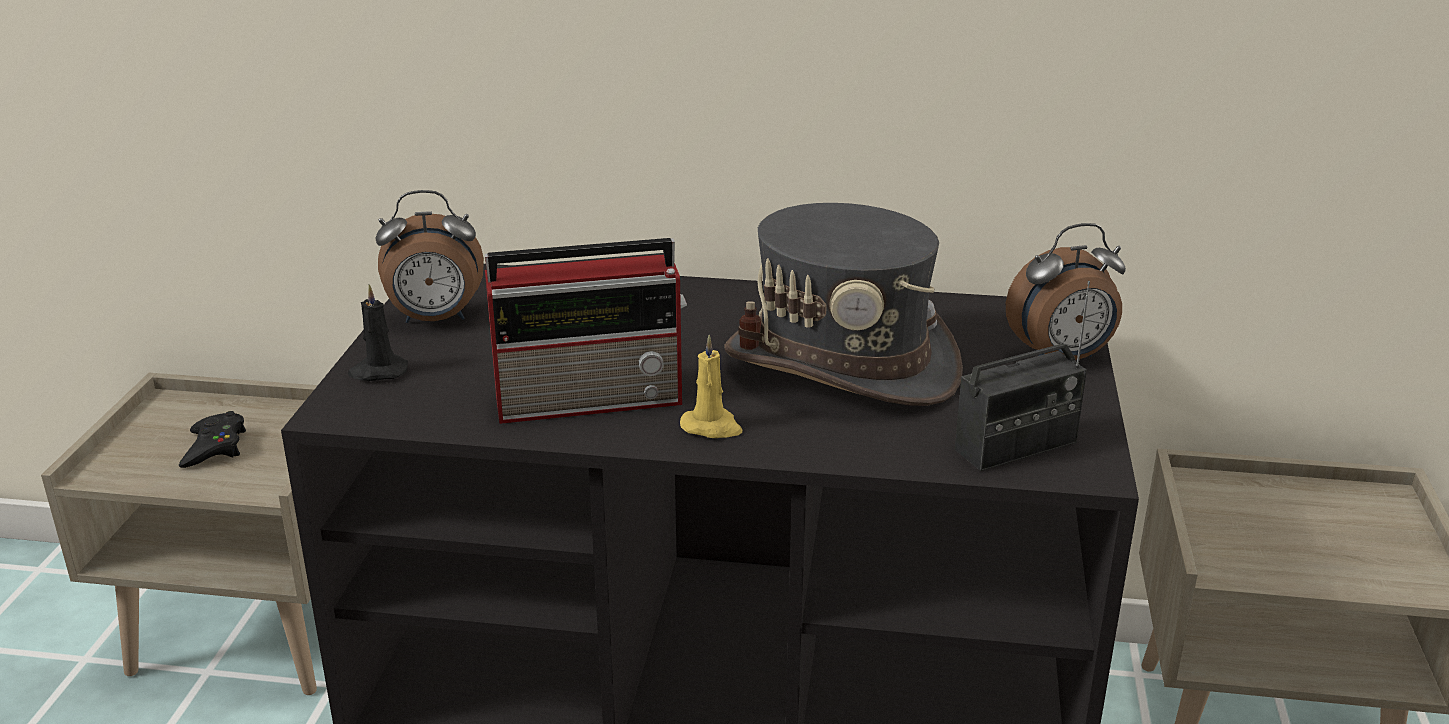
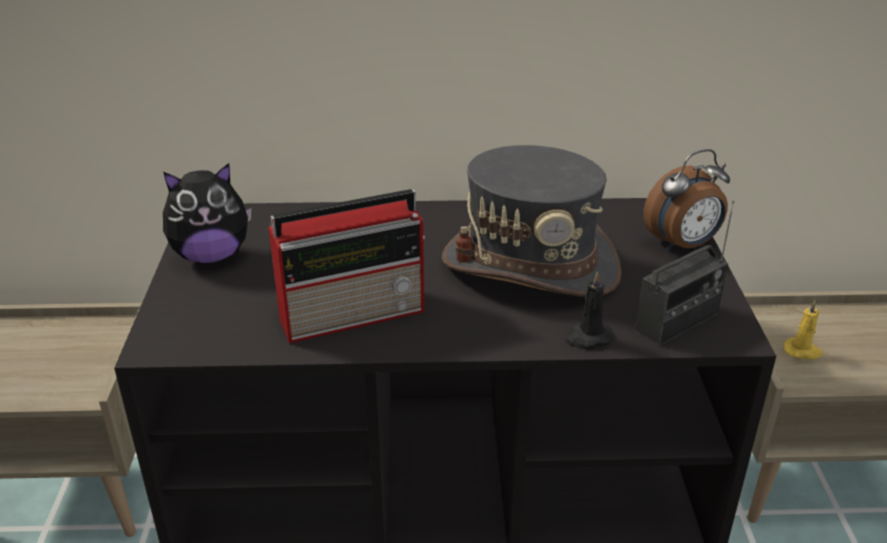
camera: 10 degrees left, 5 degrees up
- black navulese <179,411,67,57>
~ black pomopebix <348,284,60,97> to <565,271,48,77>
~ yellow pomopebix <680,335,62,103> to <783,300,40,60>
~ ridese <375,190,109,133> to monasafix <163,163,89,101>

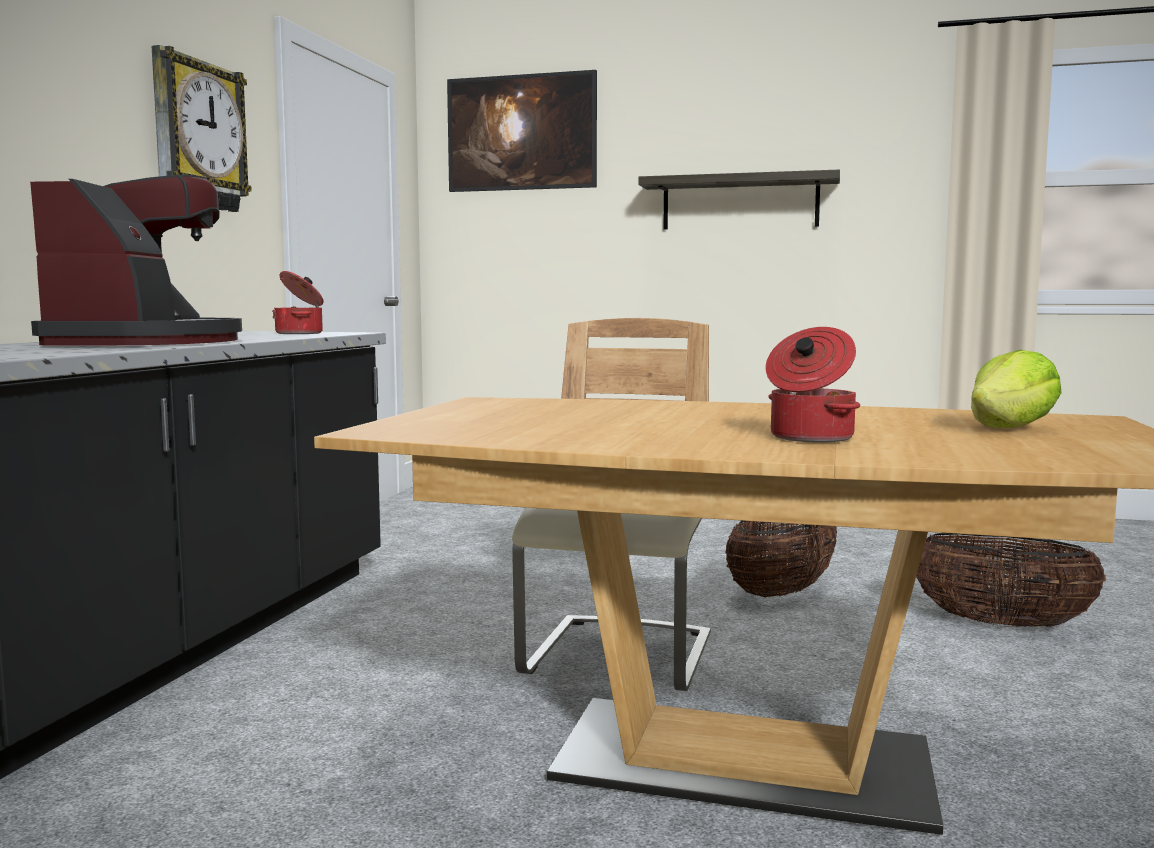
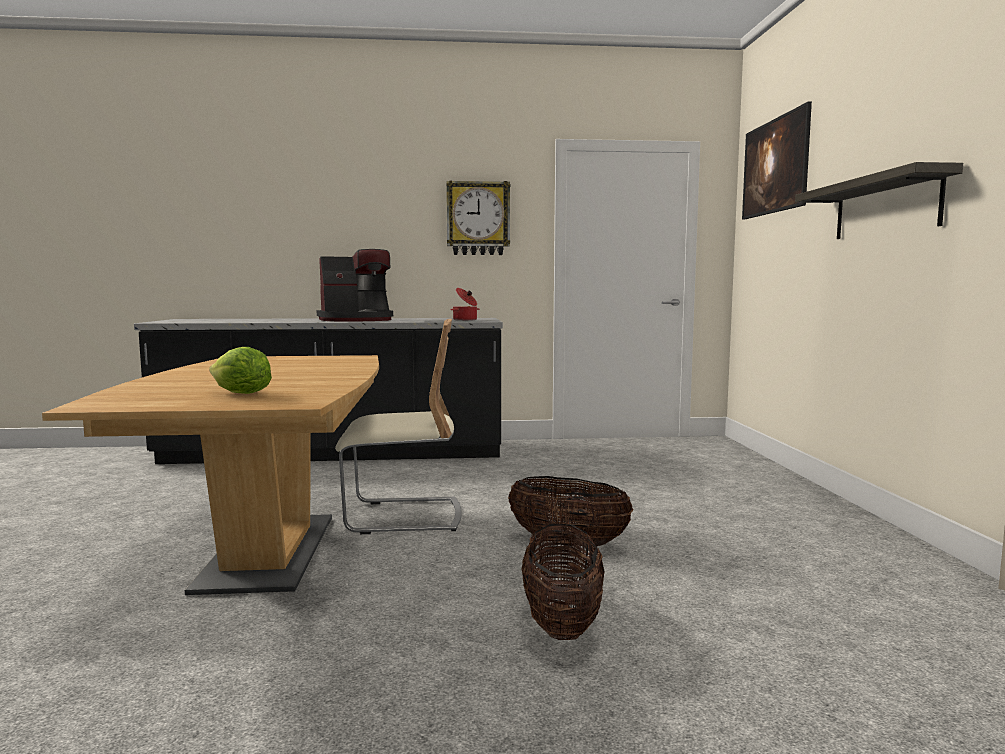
camera: 70 degrees right, 0 degrees up
- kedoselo <766,327,94,116>

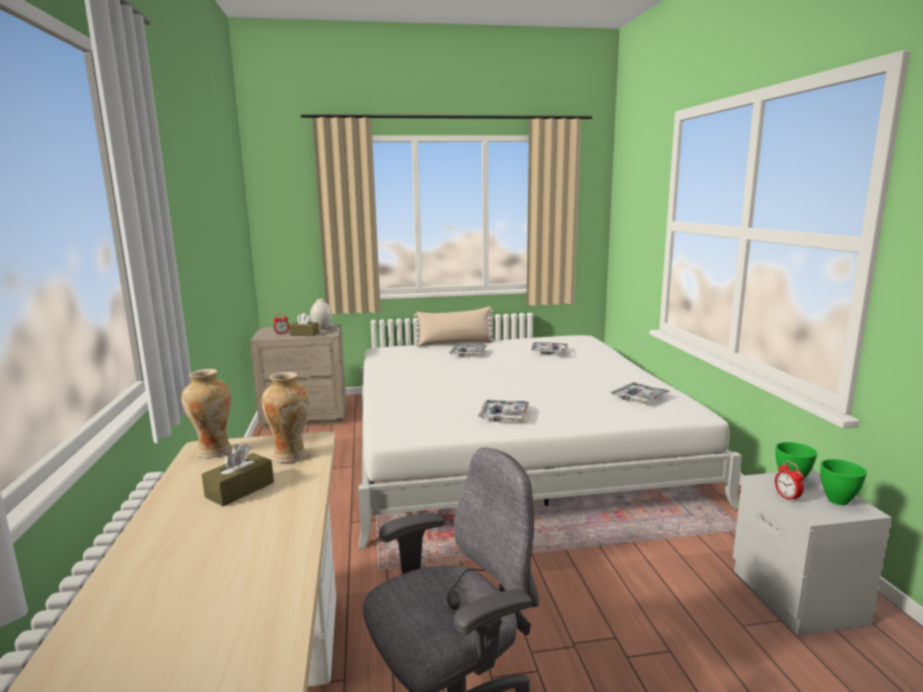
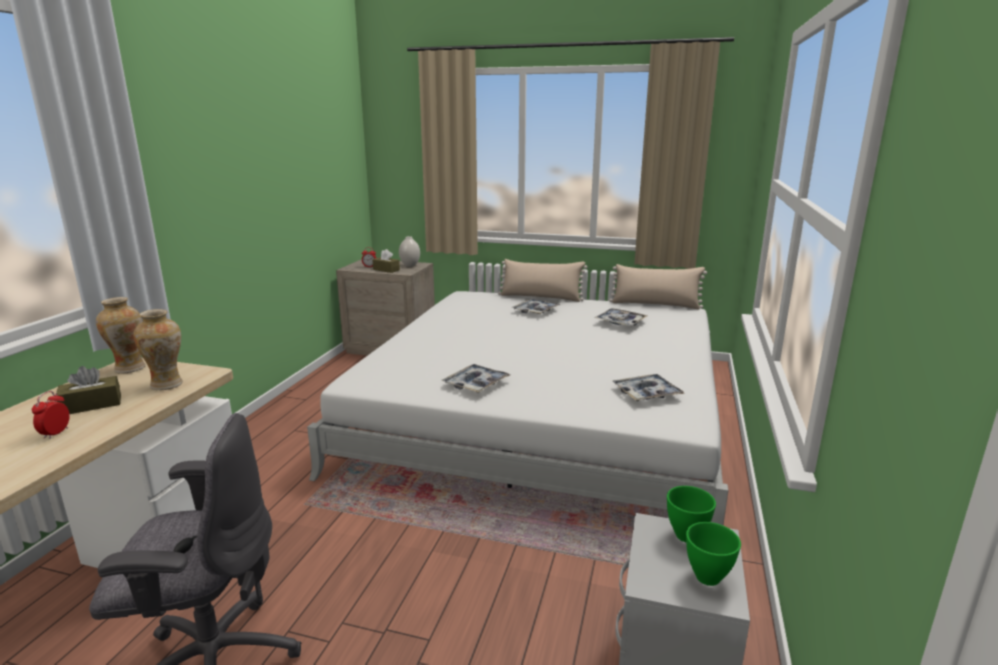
camera: 25 degrees right, 5 degrees up
+ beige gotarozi <609,264,98,45>
~ ridese <775,461,29,41> to <32,391,38,48>

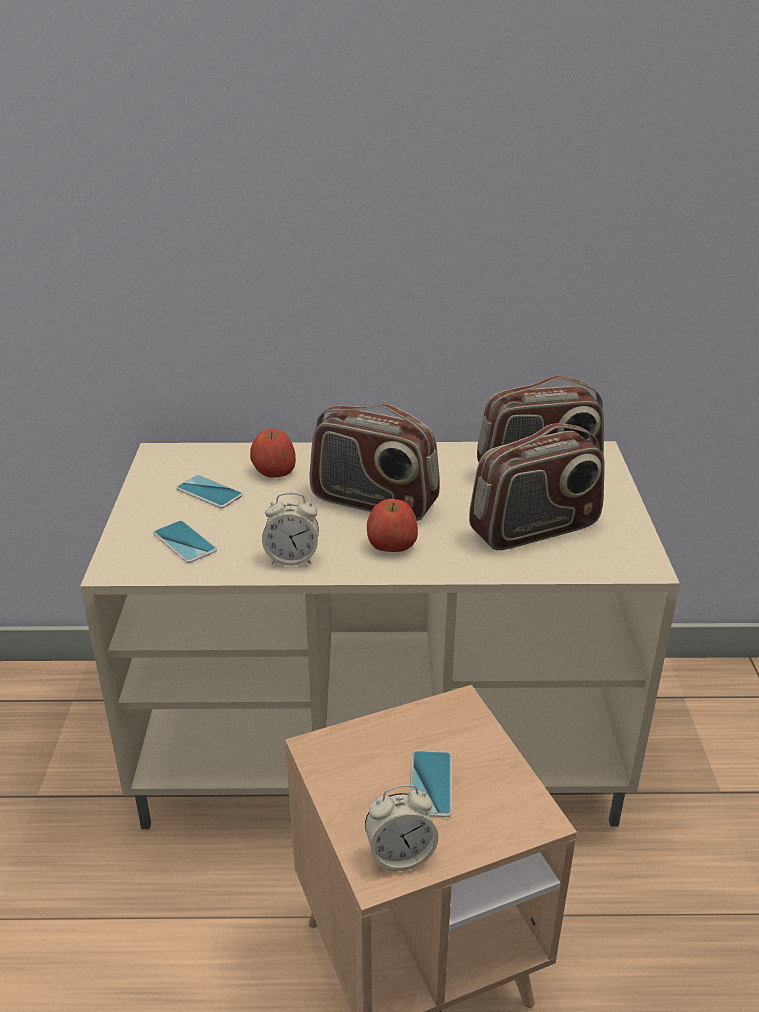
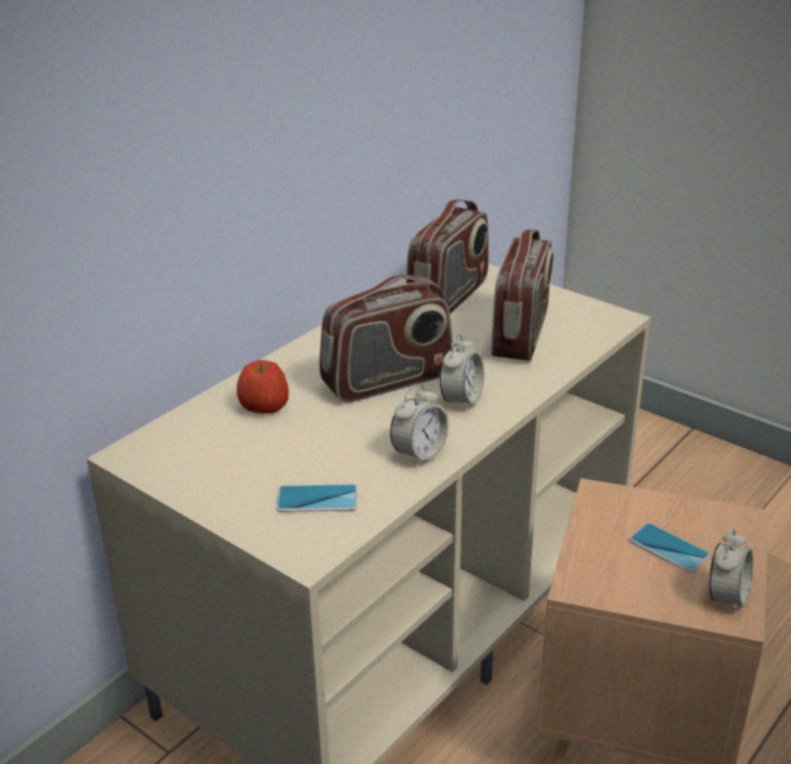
camera: 50 degrees left, 0 degrees up
- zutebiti <176,475,67,33>
~ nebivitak <367,499,51,53> to ridese <440,334,44,77>

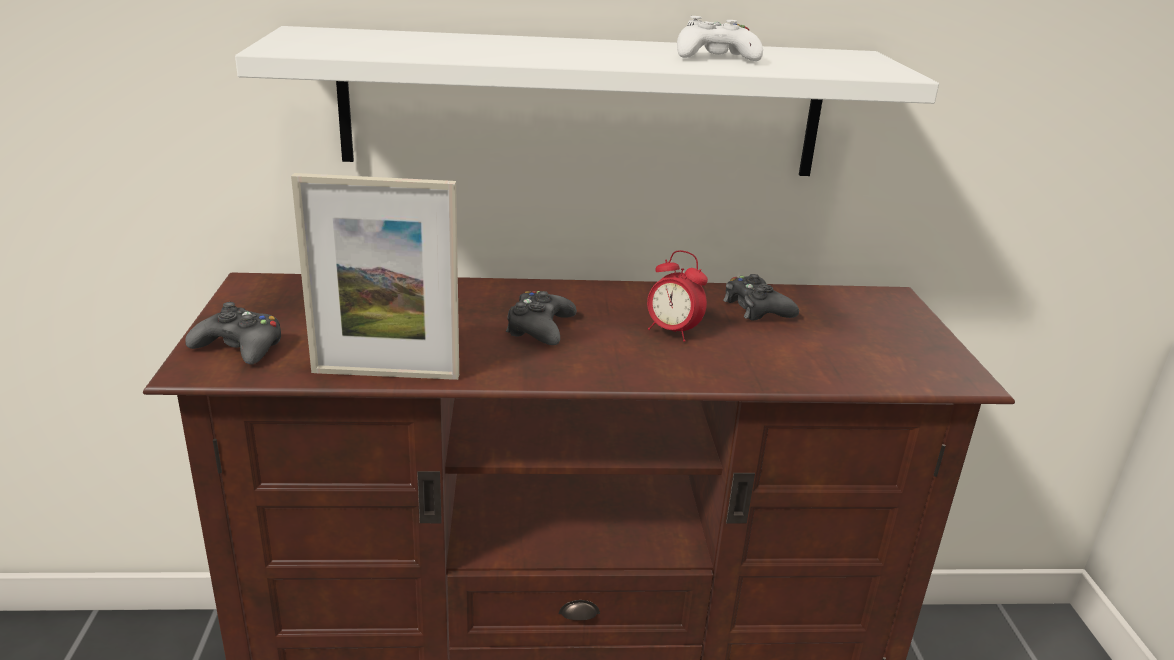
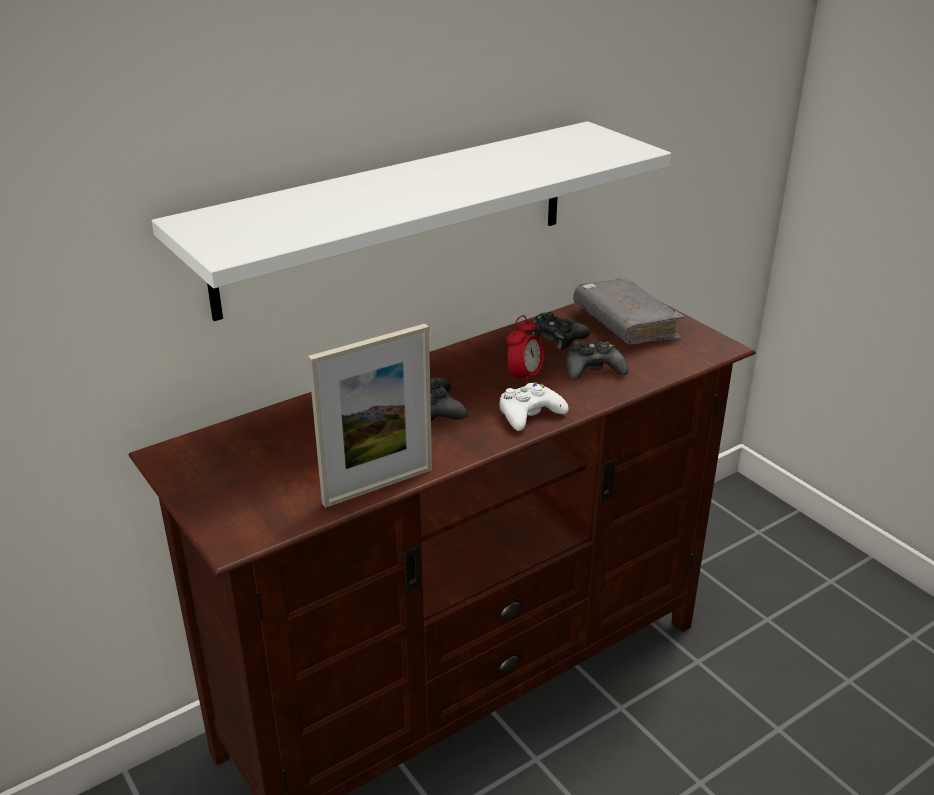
camera: 30 degrees left, 5 degrees up
+ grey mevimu <573,278,111,67>
~ black navulese <185,302,96,63> to <566,341,63,39>
~ white navulese <677,16,86,45> to <500,382,69,49>
~ ridese <647,250,61,92> = <507,315,37,71> 60 degrees counterclockwise

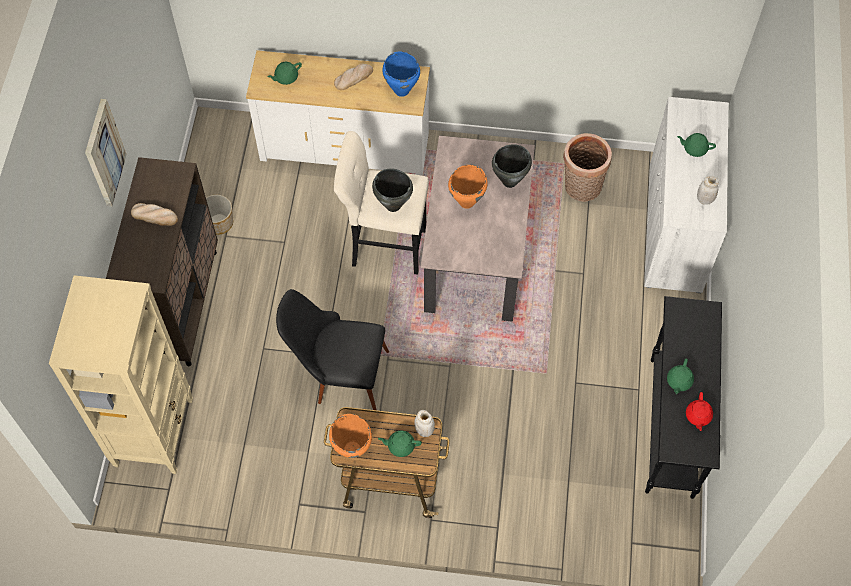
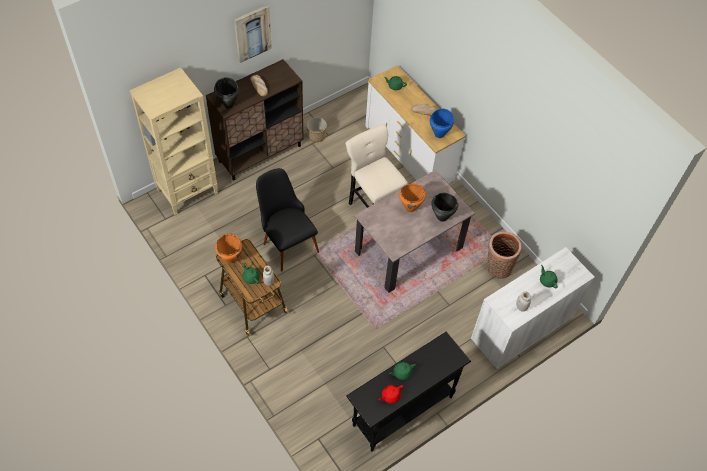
camera: 45 degrees right, 5 degrees down
~ black kedoselo <372,169,41,43> to <214,77,25,31>

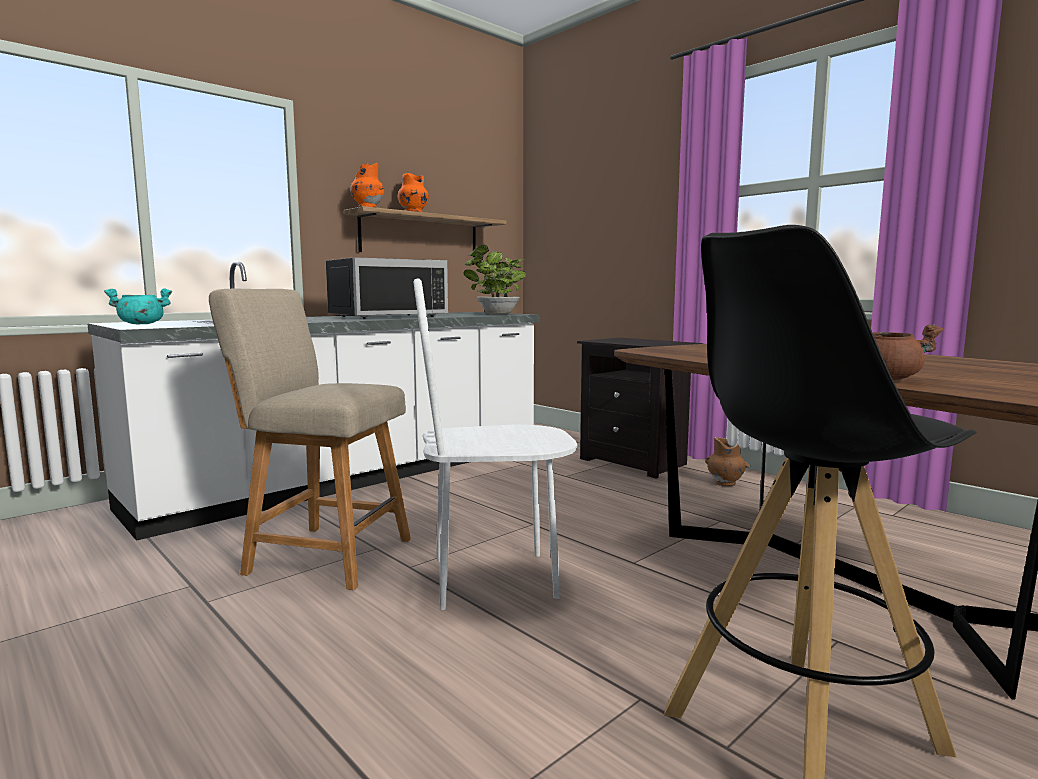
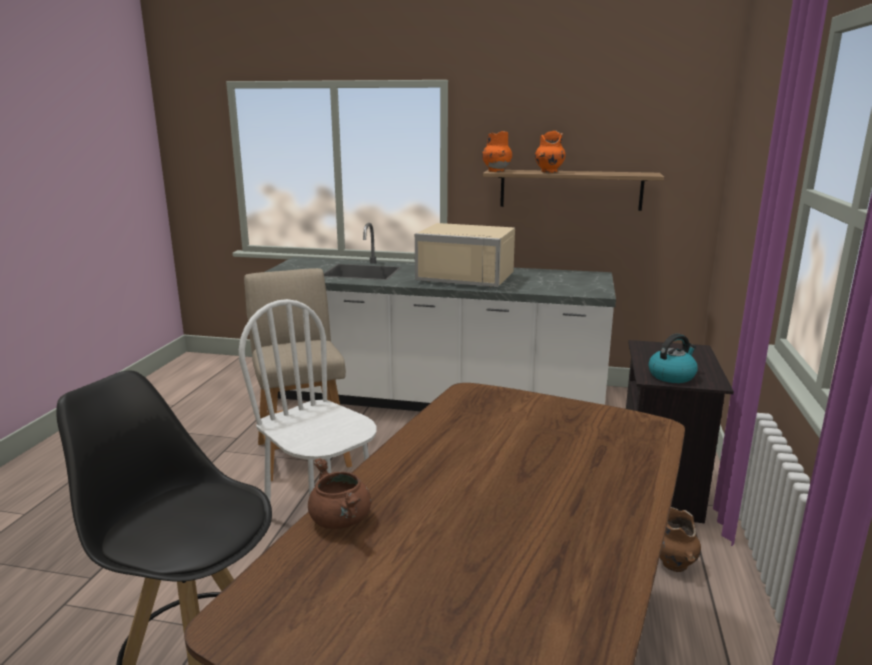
camera: 55 degrees right, 10 degrees up
- turquoise kedoselo <104,288,68,36>
- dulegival <464,245,62,70>
+ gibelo <649,334,49,49>
~ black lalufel <326,257,122,62> to beige lalufel <415,223,100,64>

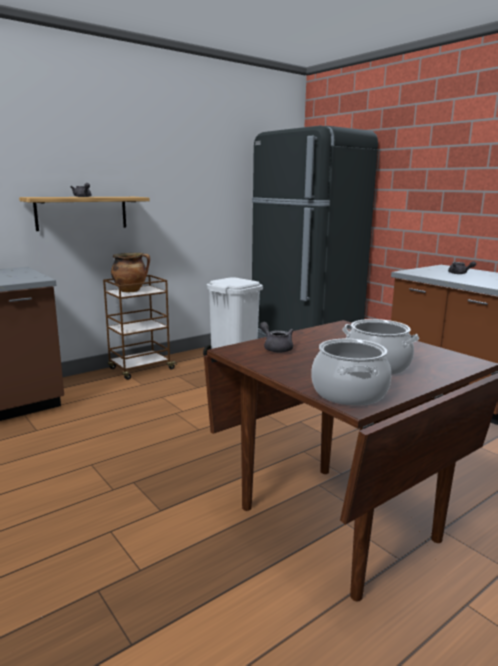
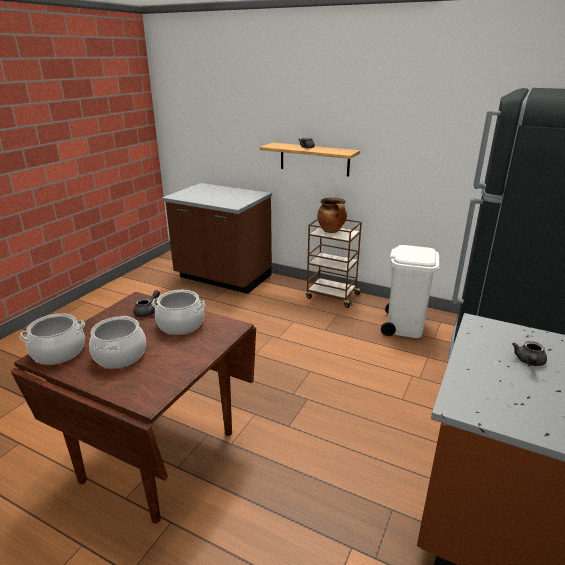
camera: 65 degrees right, 10 degrees up
+ kedoselo <152,290,54,45>

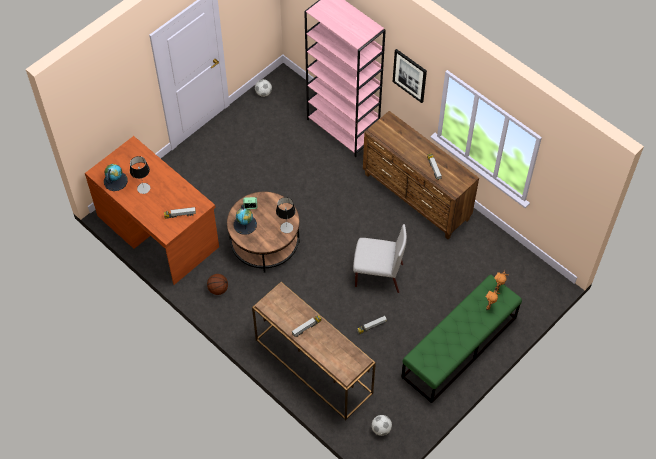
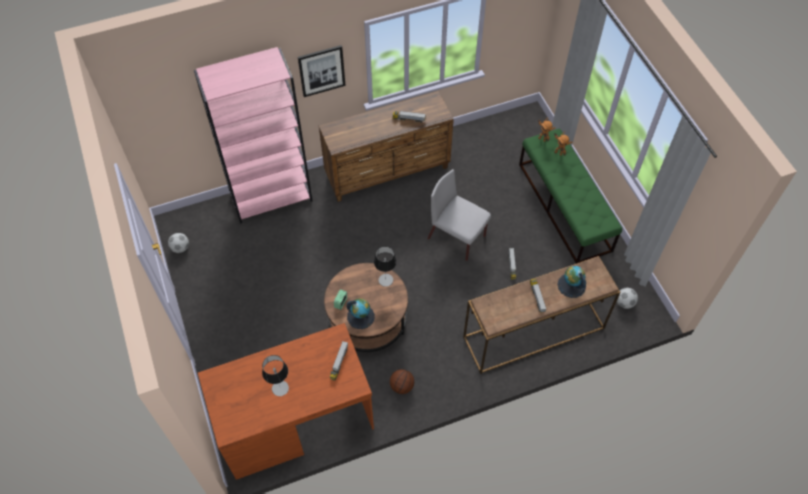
camera: 65 degrees left, 0 degrees up
~ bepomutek <104,164,24,27> to <558,266,28,32>
~ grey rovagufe <353,224,54,69> = <427,169,64,92> 90 degrees counterclockwise

